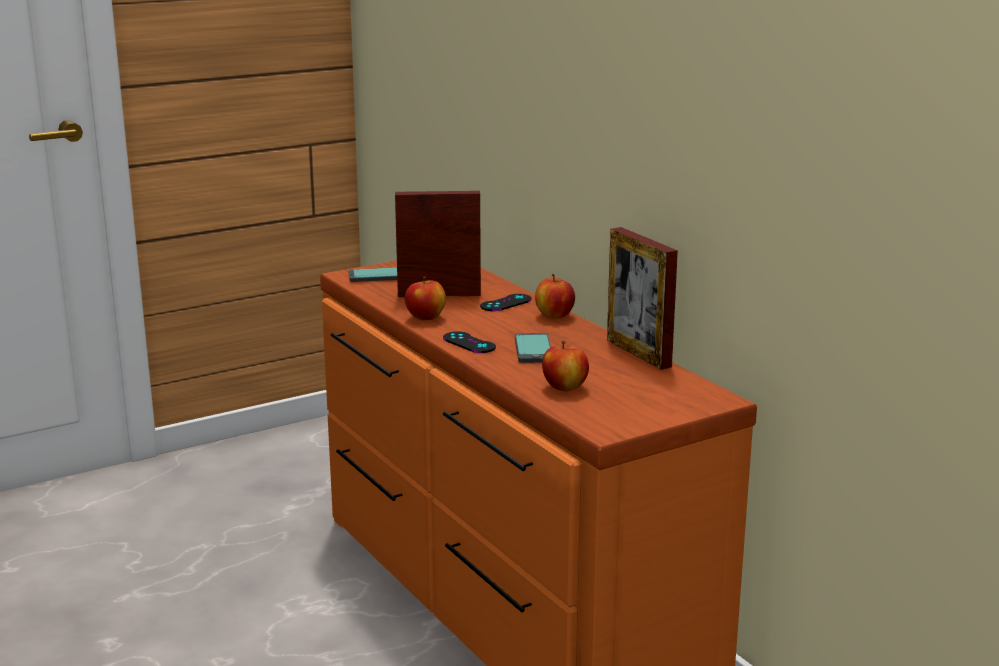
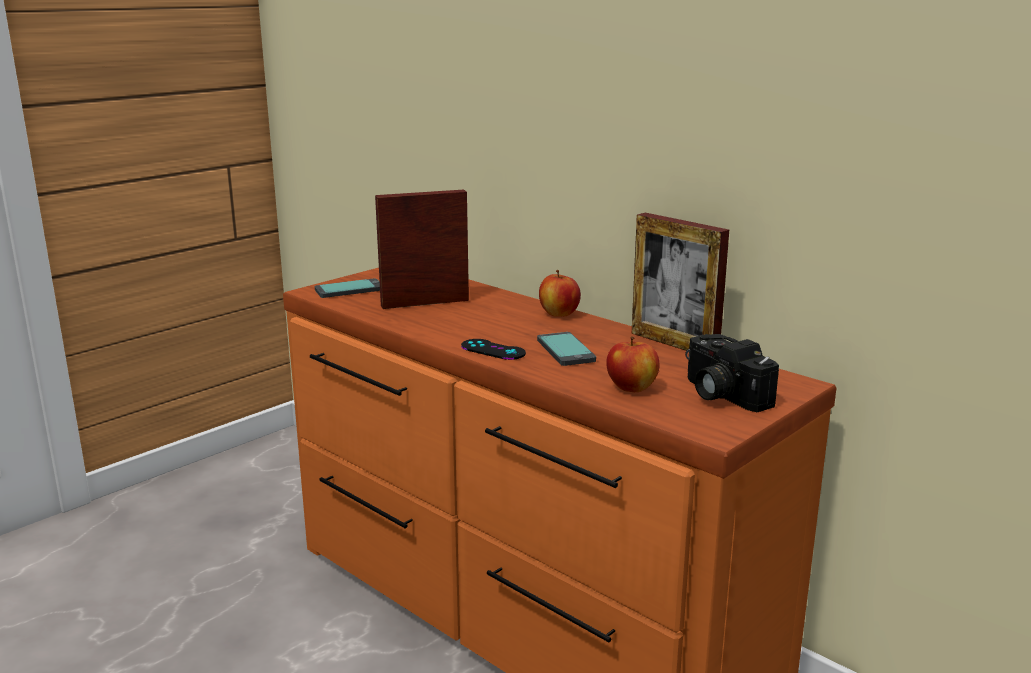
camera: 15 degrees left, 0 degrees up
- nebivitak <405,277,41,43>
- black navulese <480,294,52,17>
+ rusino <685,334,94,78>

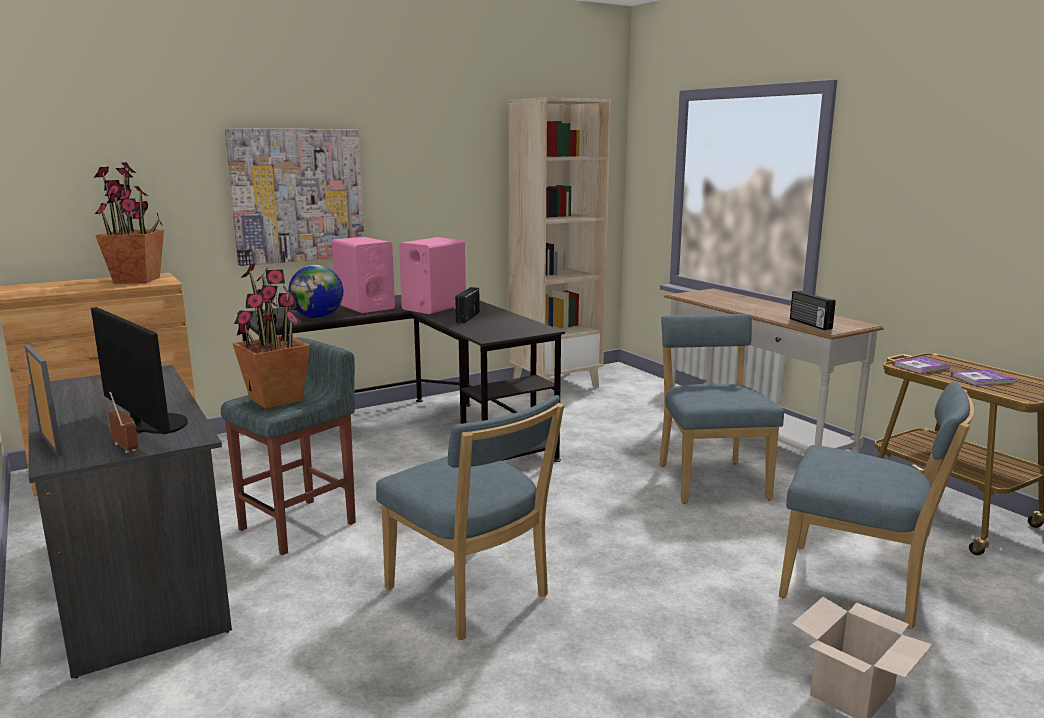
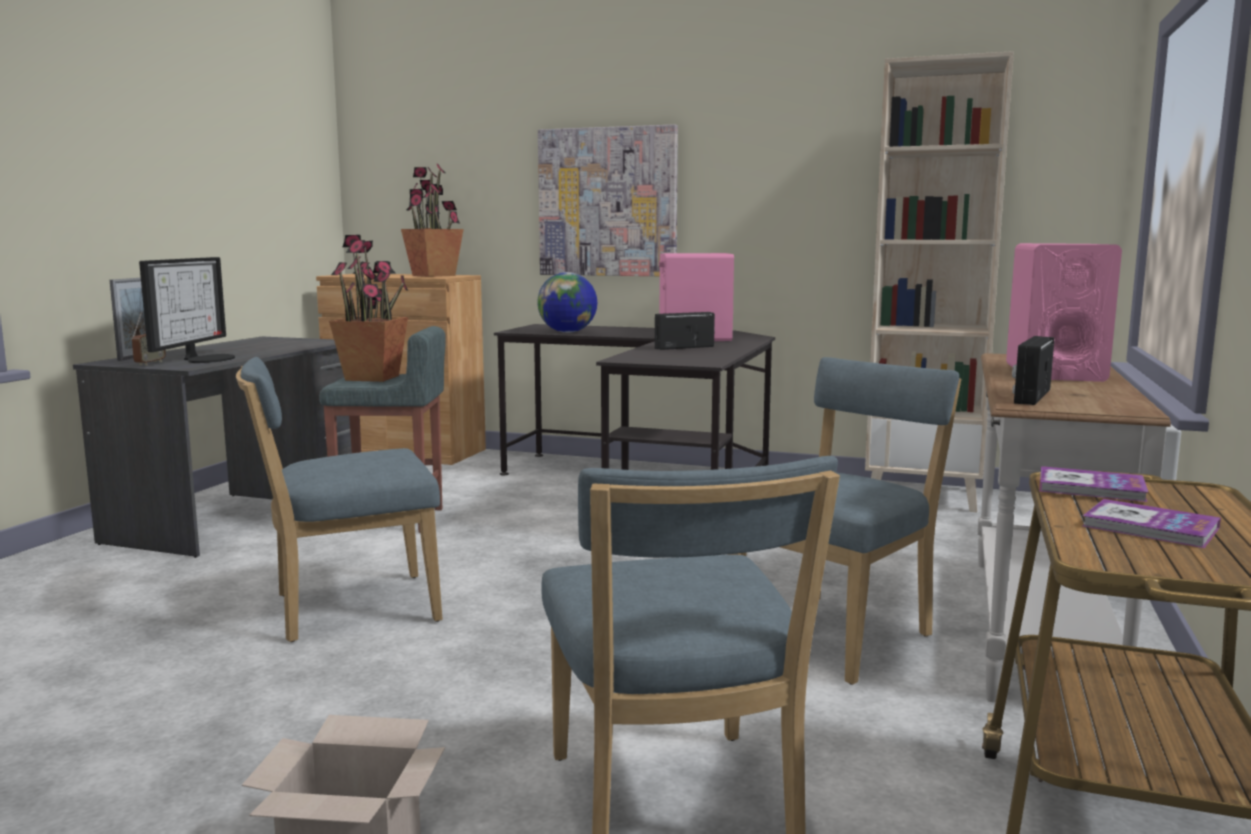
camera: 50 degrees right, 5 degrees down
~ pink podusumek <332,237,63,76> to <1006,243,116,139>
~ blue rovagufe <376,395,188,245> = <236,357,206,285> 60 degrees clockwise

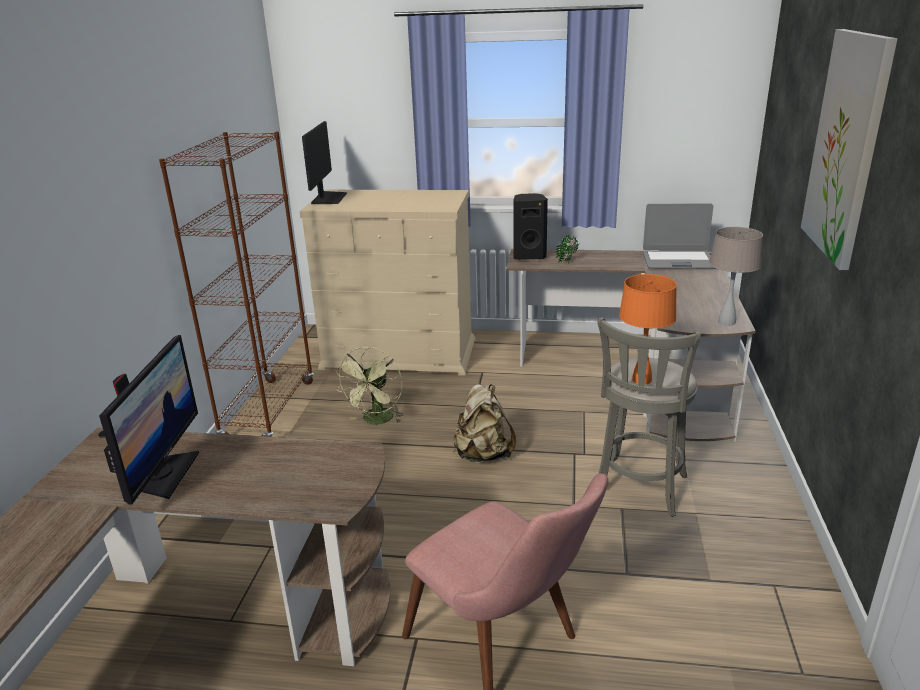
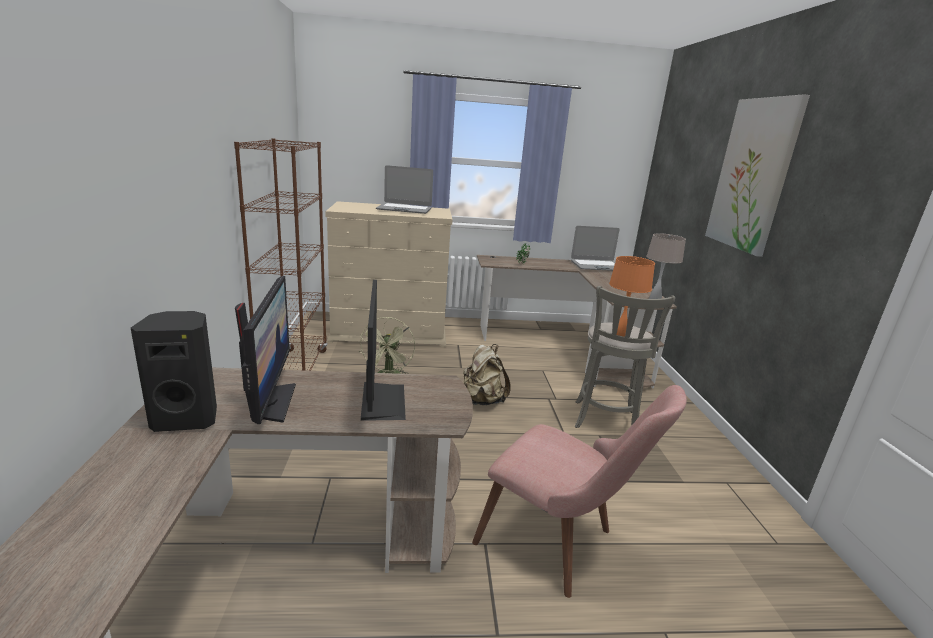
camera: 15 degrees left, 5 degrees down
+ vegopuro <376,165,57,49>
~ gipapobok <302,121,45,83> to <361,280,45,141>
~ black podusumek <513,193,35,67> to <131,311,86,121>

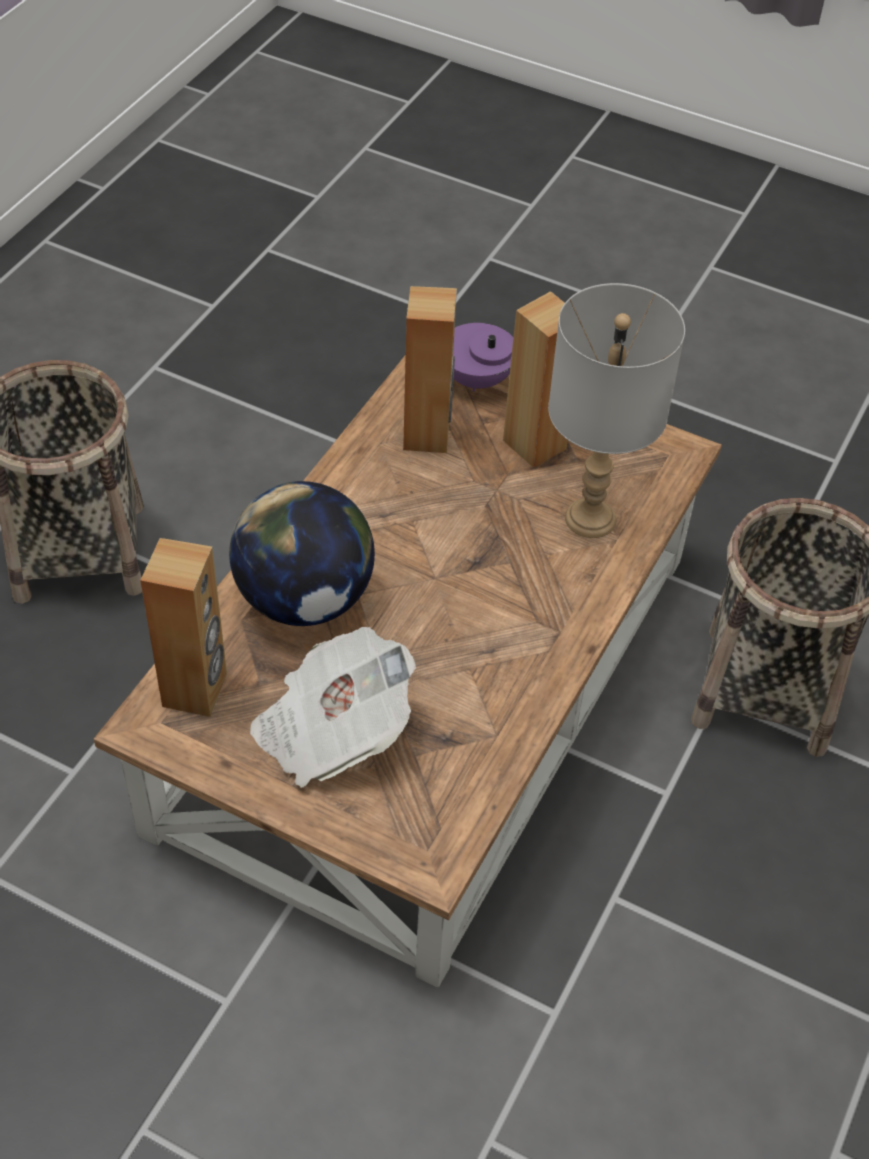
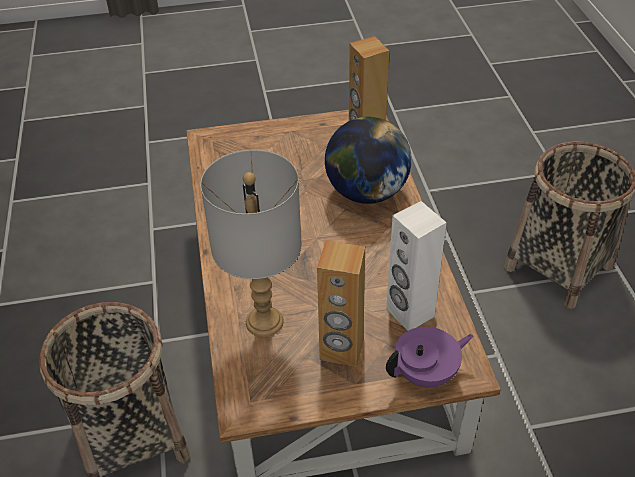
camera: 145 degrees right, 5 degrees down
- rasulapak <250,627,166,161>
~ brown podusumek <403,286,54,167> to white podusumek <386,201,61,130>

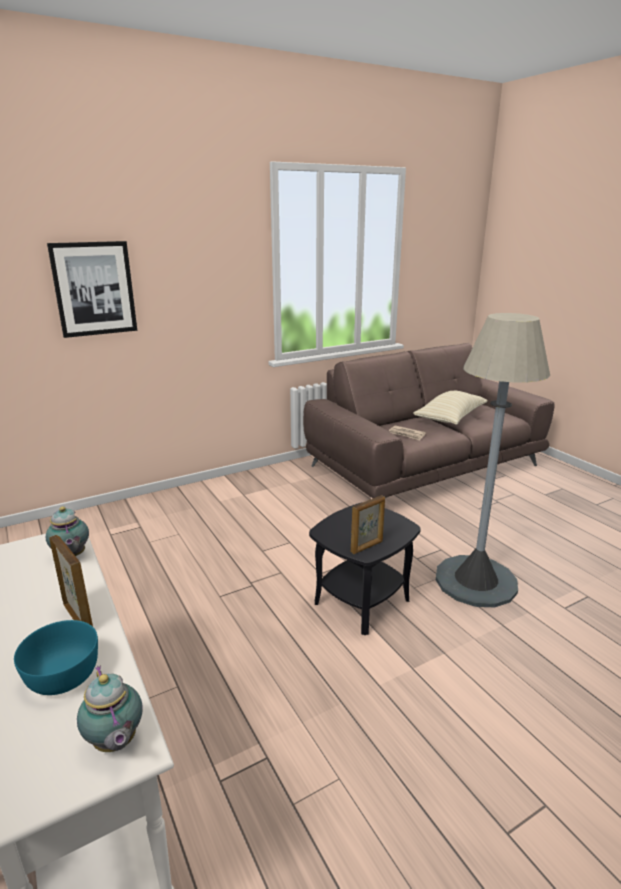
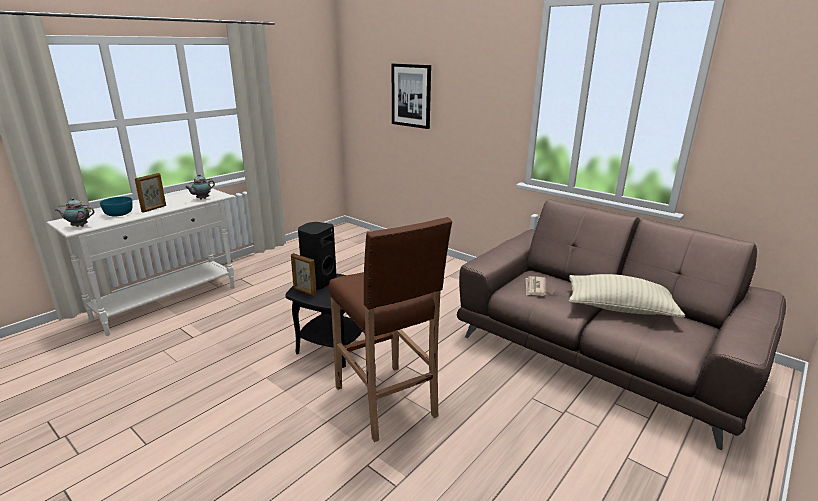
camera: 70 degrees right, 0 degrees up
+ black podusumek <298,222,39,68>
~ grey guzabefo <436,313,114,294> to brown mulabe <329,217,123,225>
~ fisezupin <77,665,66,87> = <56,198,38,29> 45 degrees clockwise

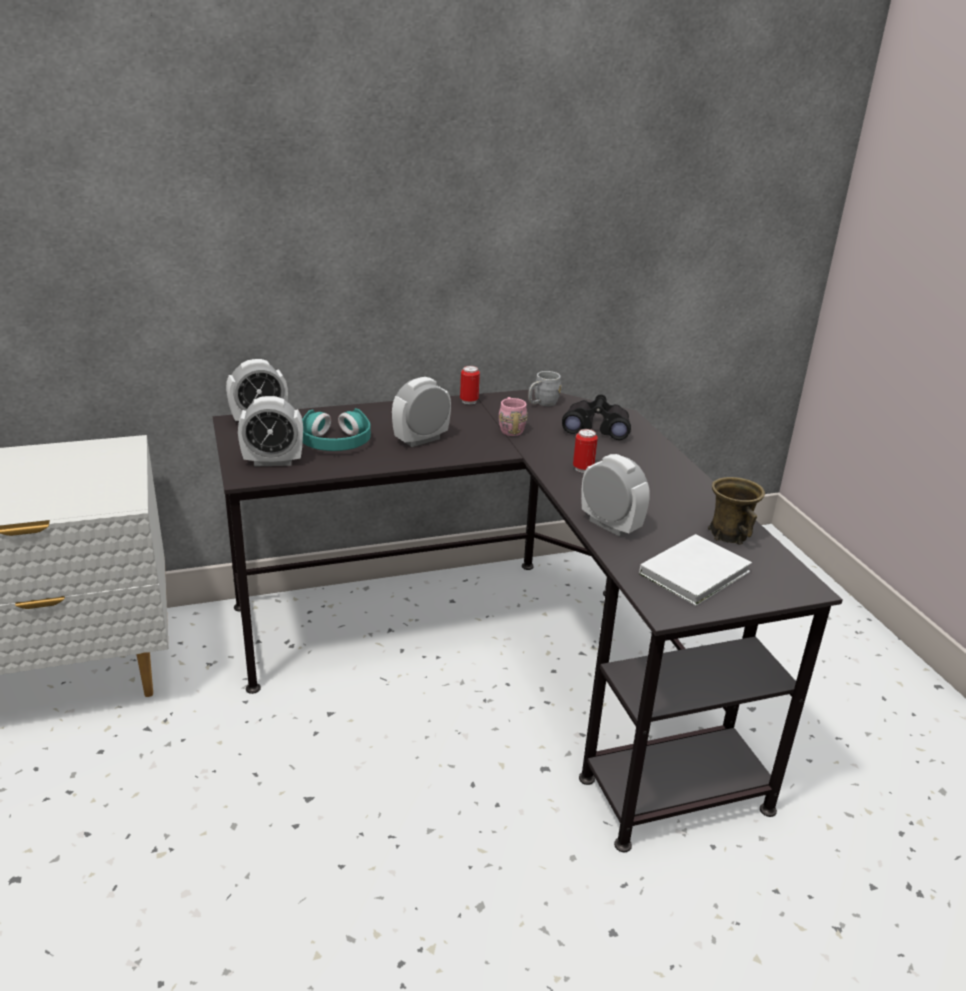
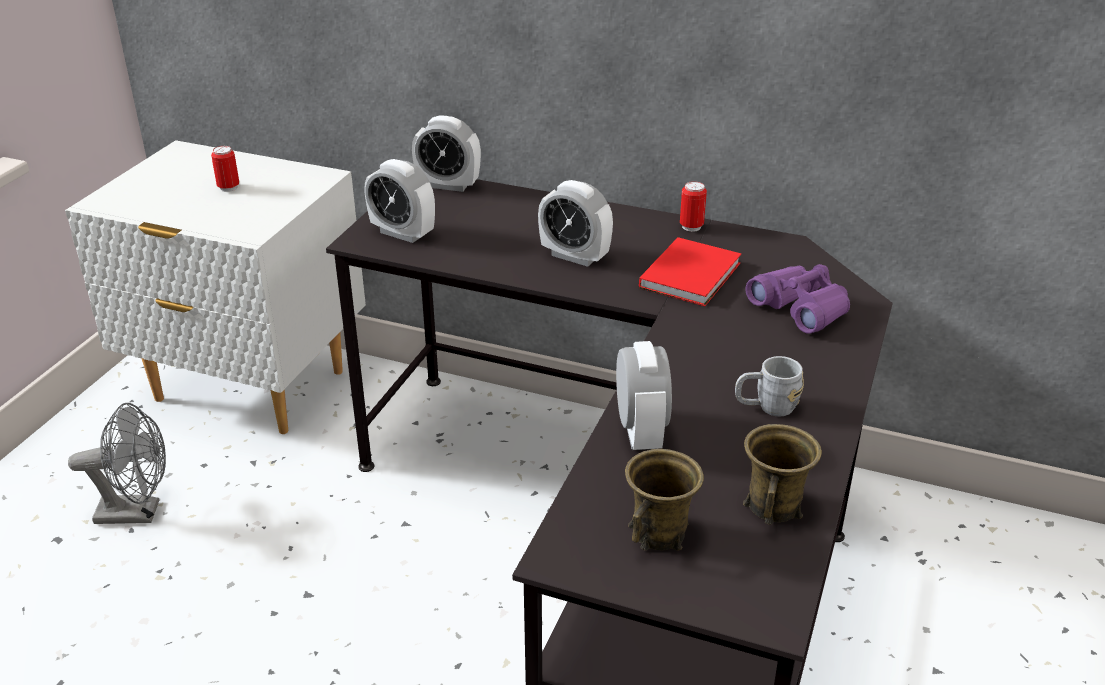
camera: 40 degrees right, 5 degrees up
- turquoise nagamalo <302,408,69,43>
+ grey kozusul <68,403,98,121>
~ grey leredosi <528,371,34,35> to <735,356,69,60>
~ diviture <573,429,25,44> to <211,146,28,46>
~ pink leredosi <499,397,29,39> to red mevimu <639,237,102,69>
~ white mevimu <639,534,113,72> to brown leredosi <625,449,79,102>
~ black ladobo <562,394,69,46> to purple ladobo <745,264,105,70>
~ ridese <392,377,59,70> = <538,180,75,87> 150 degrees counterclockwise

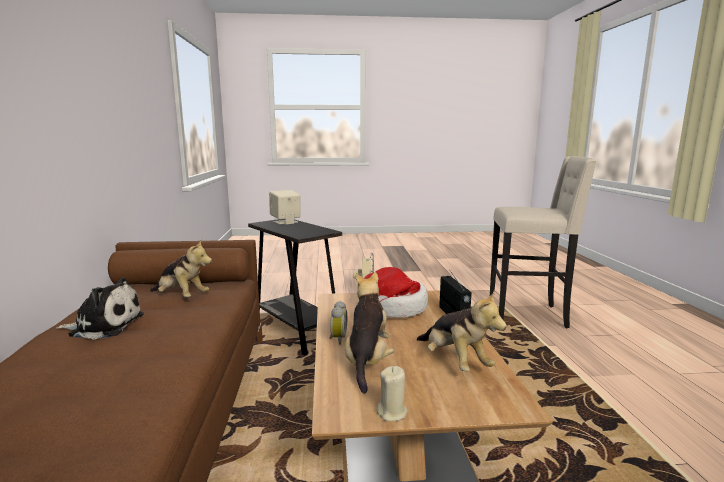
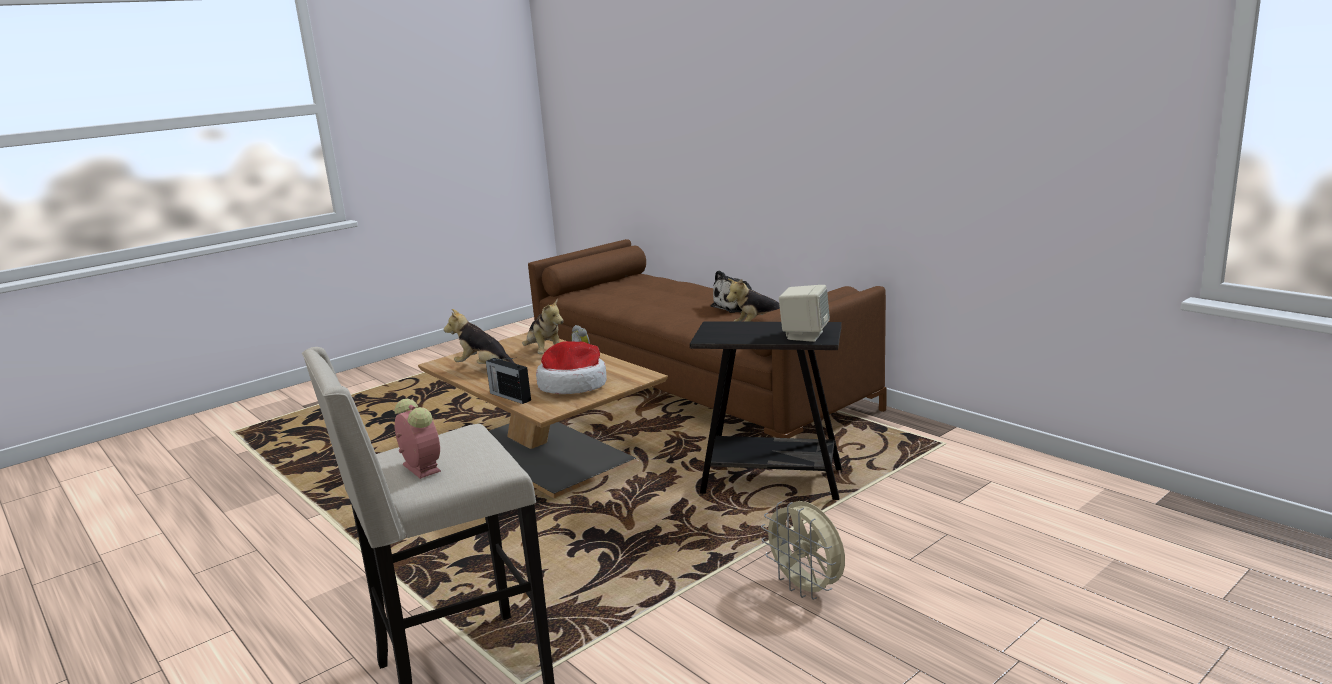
camera: 145 degrees right, 5 degrees up
- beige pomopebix <377,366,31,55>
+ ridese <394,399,47,80>

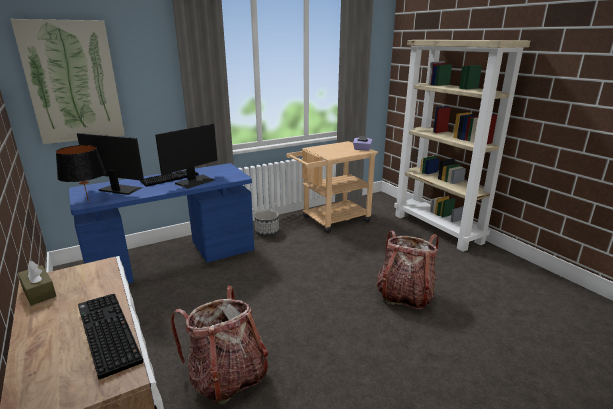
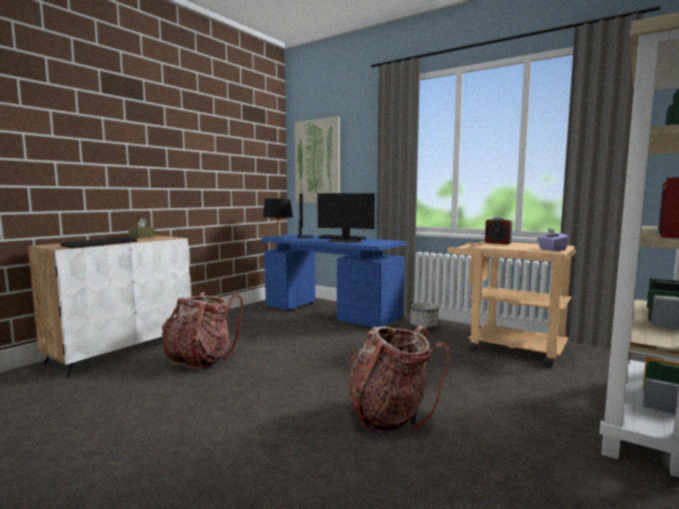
camera: 65 degrees right, 15 degrees down
+ ridese <485,217,28,28>

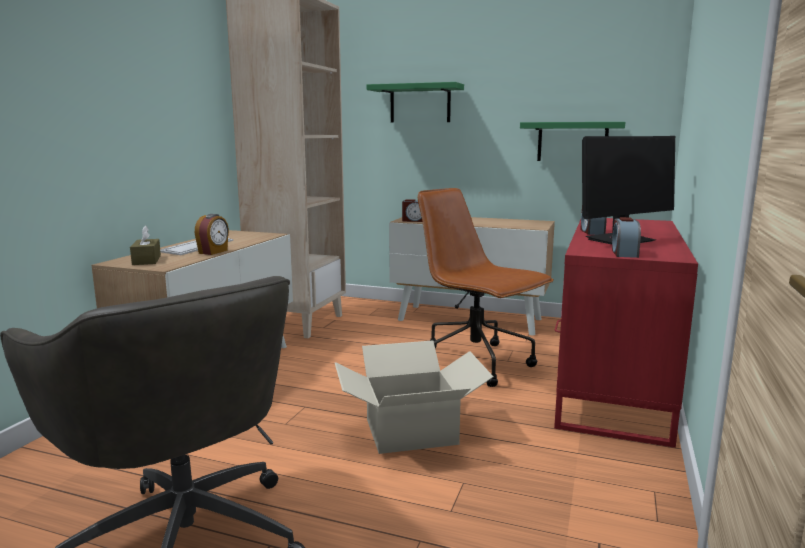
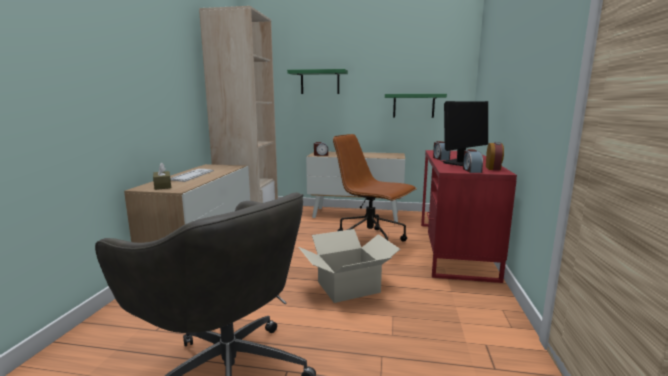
camera: 10 degrees left, 0 degrees up
~ ridese <195,214,34,41> to <486,142,18,28>

